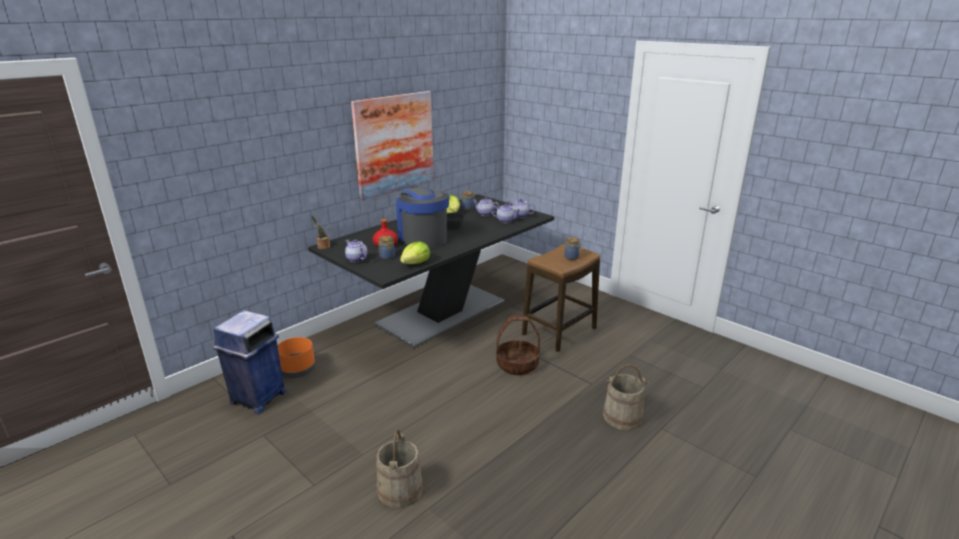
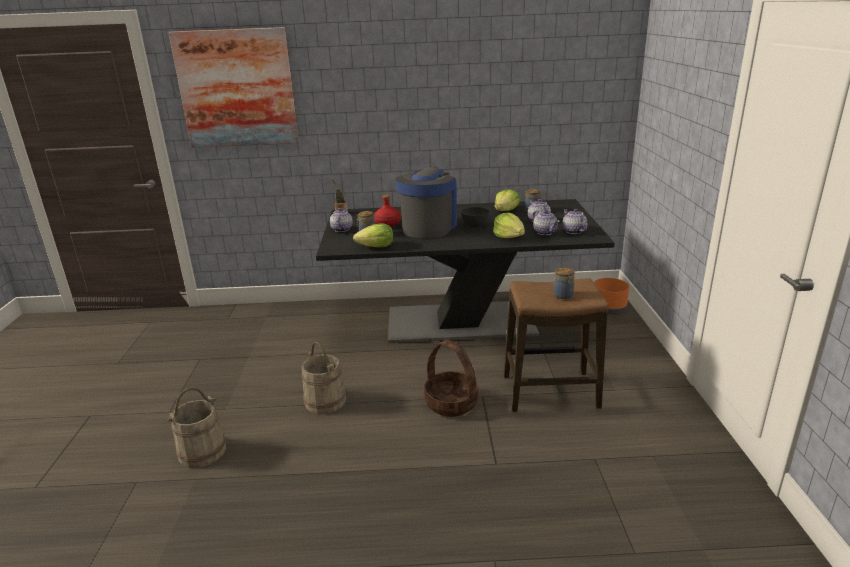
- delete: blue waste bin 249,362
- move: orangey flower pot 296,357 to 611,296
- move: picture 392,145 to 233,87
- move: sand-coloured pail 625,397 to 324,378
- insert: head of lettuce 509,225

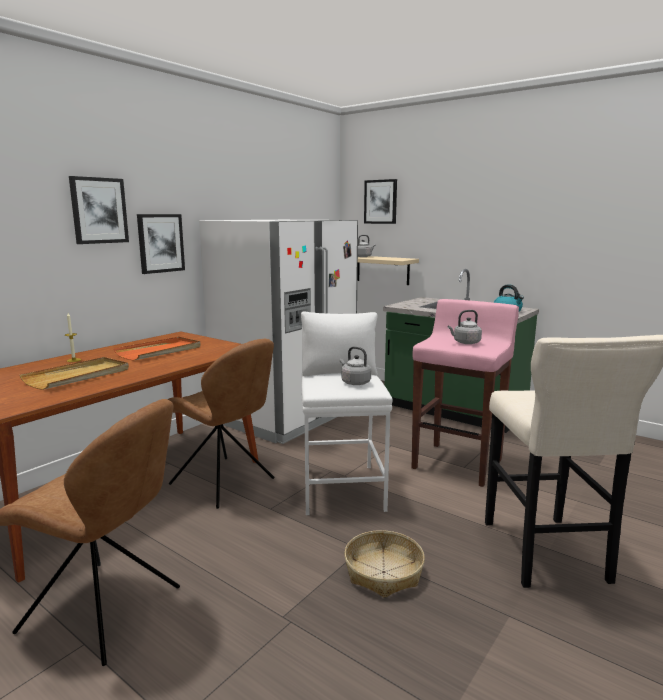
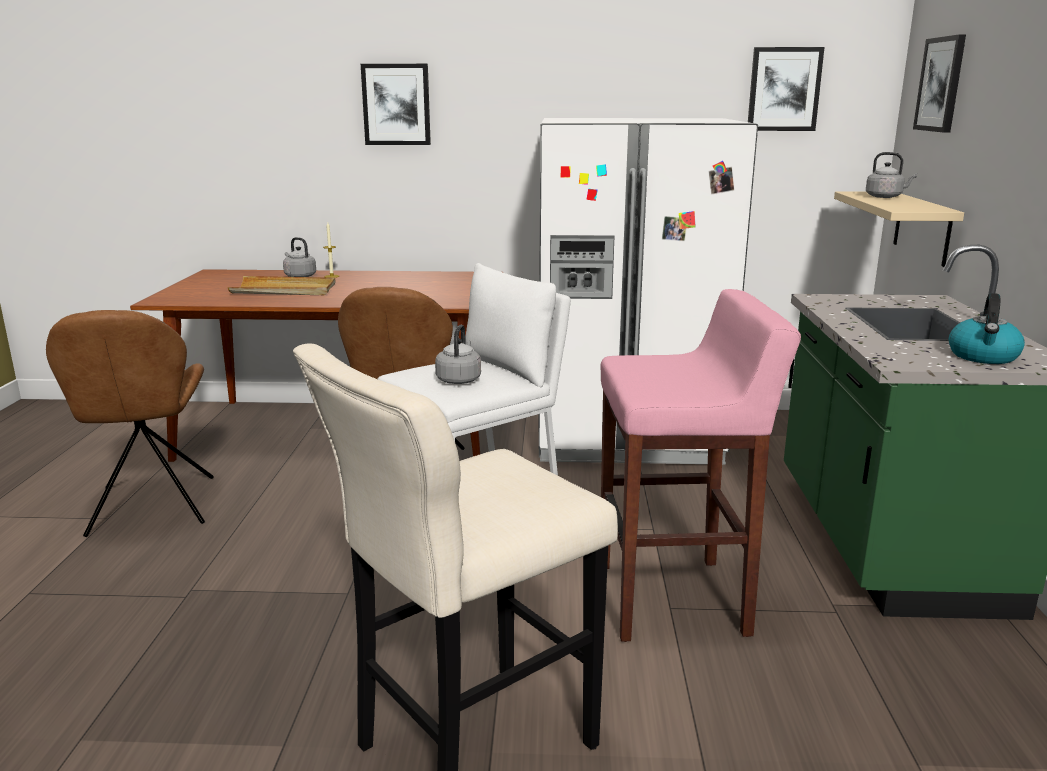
- delete: orangey serving tray 157,349
- move: picture 161,244 to 786,89
- delete: basket 384,564
- move: grey tea kettle 465,327 to 299,257

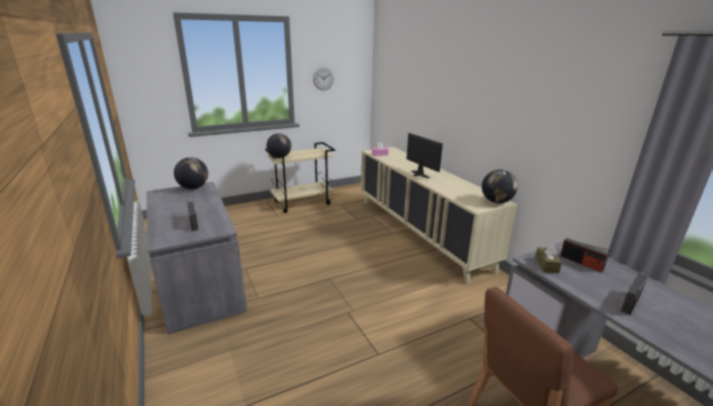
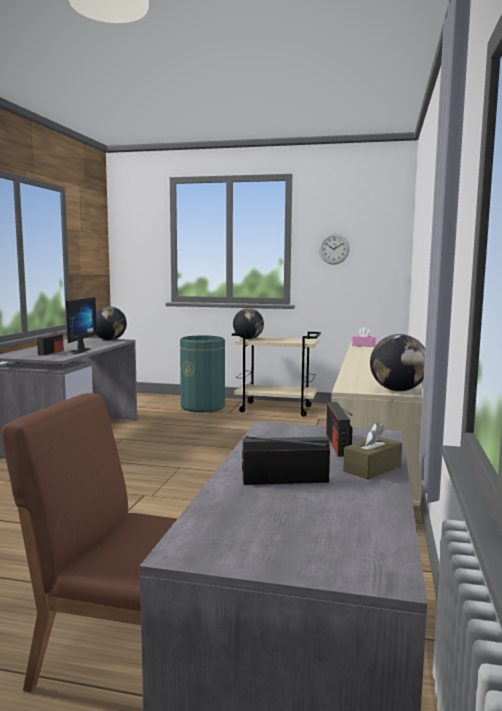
- move: computer display 425,156 to 81,325
- move: brown-coloured box of tissues 548,258 to 372,450
- insert: green-coloured waste bin 202,374

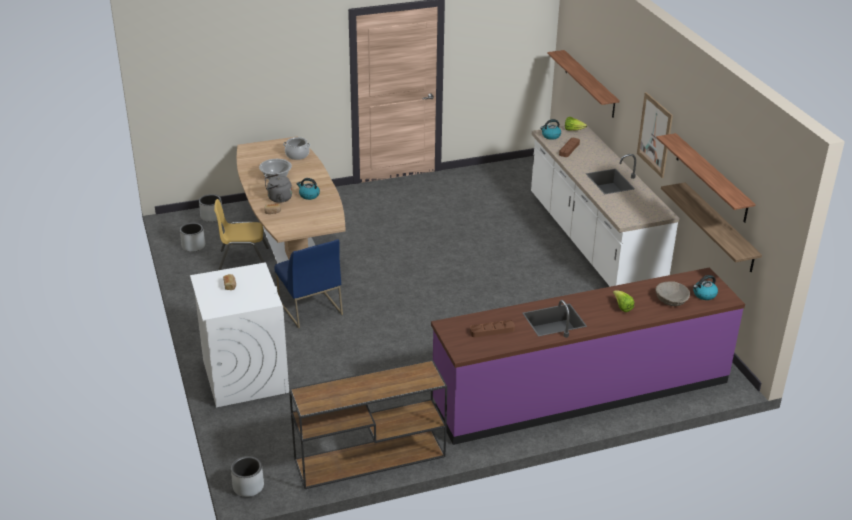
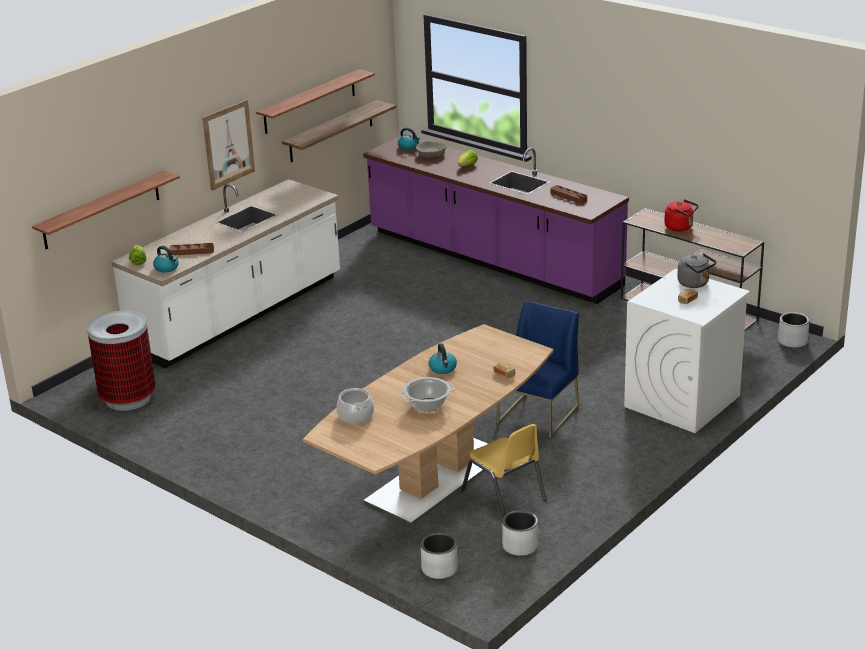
- move: grey tea kettle 278,188 to 696,270
- insert: waste bin 121,361
- insert: red-coloured tea kettle 681,215

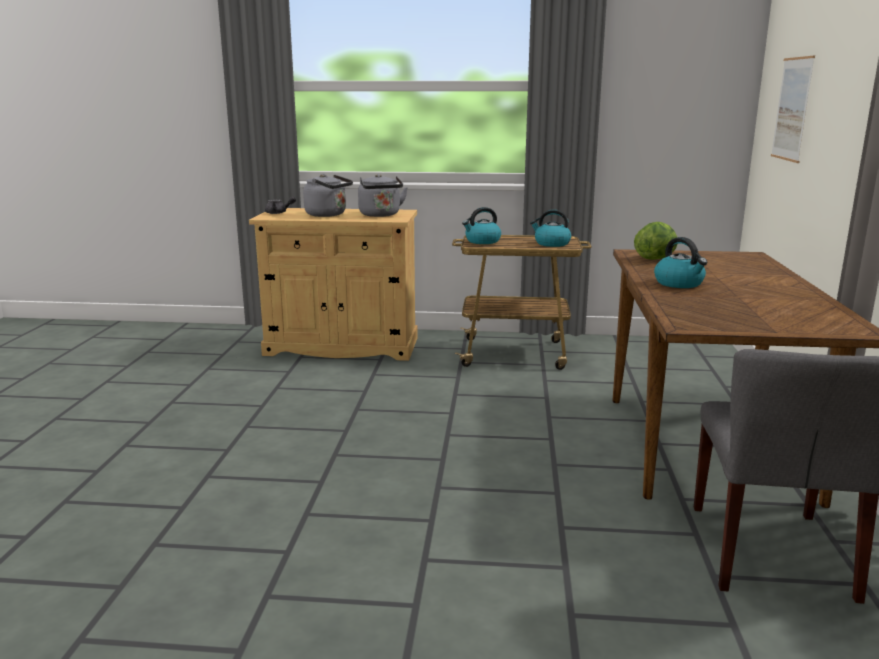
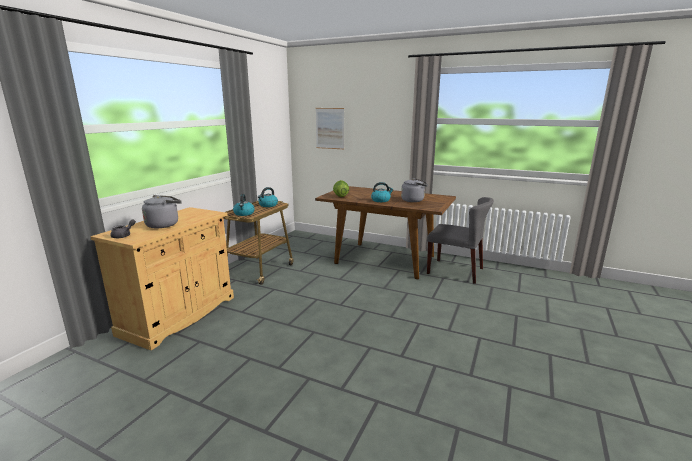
- move: grey tea kettle 383,195 to 414,190

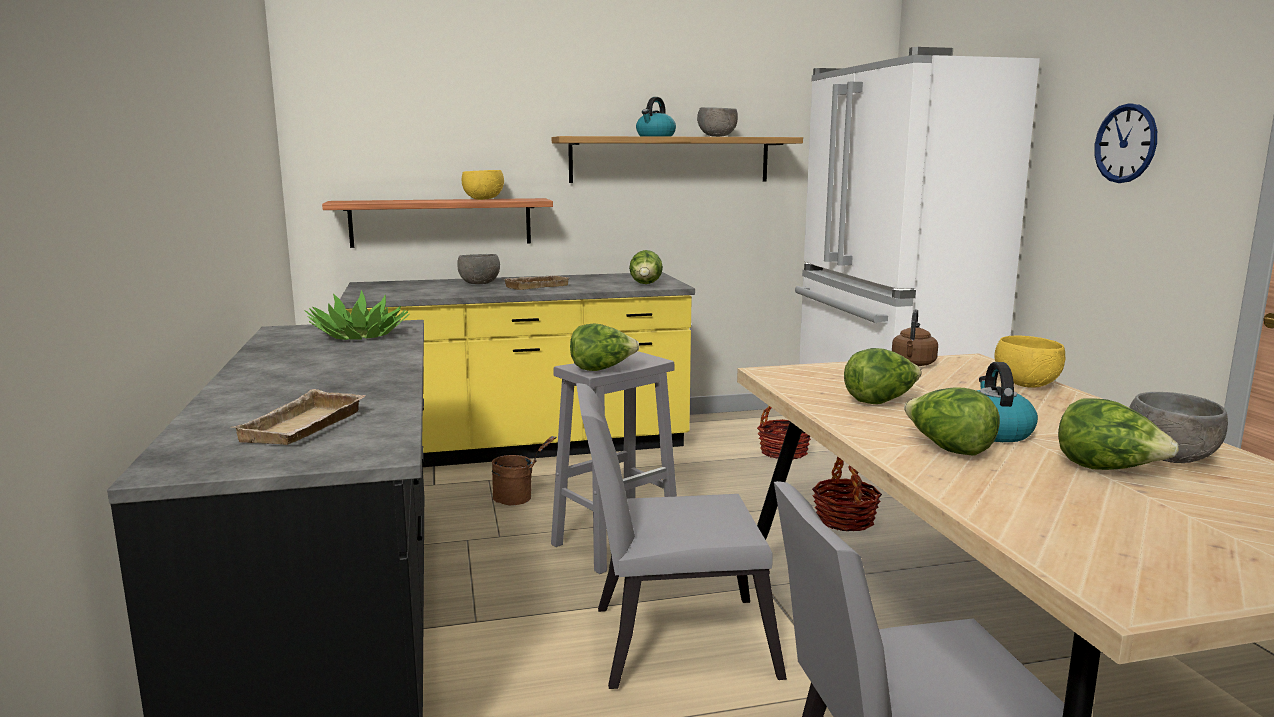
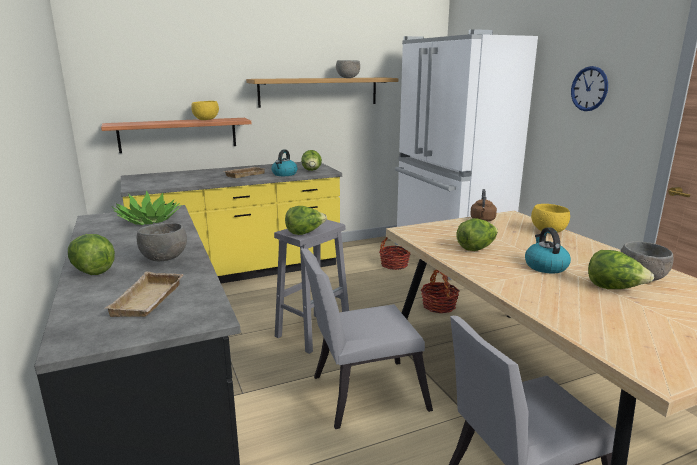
- move: grey deep dish 478,269 to 162,242
- delete: brown-coloured pail 524,471
- move: tea kettle 656,117 to 284,163
- move: head of lettuce 952,421 to 91,254

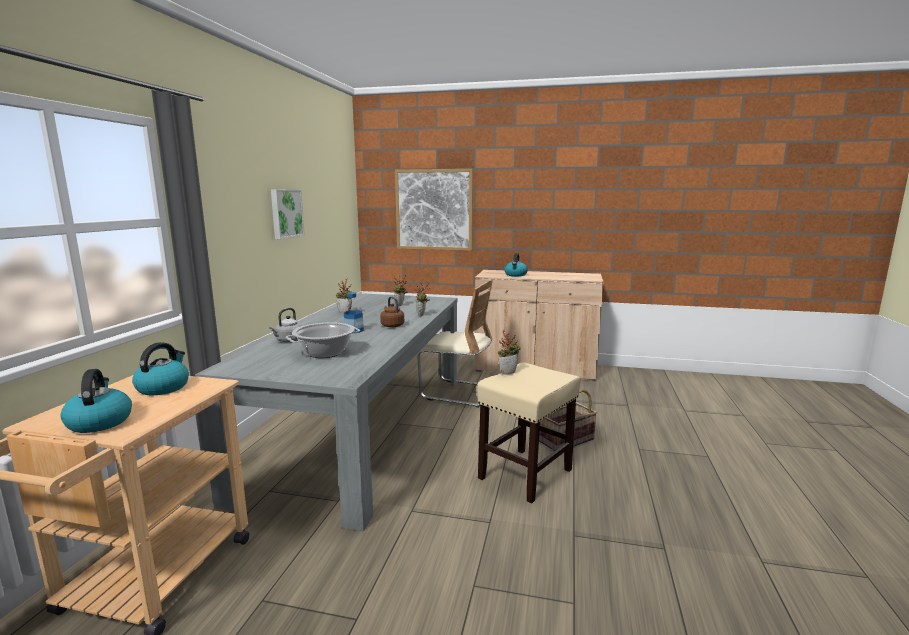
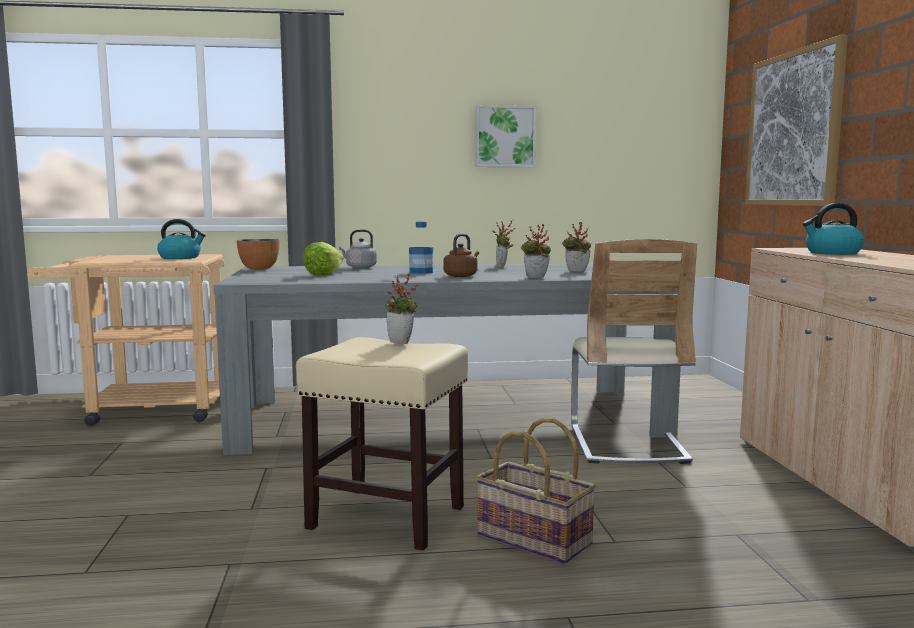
- delete: tea kettle 96,401
- replace: cooking pot 323,340 to head of lettuce 323,258
- insert: deep dish 258,254

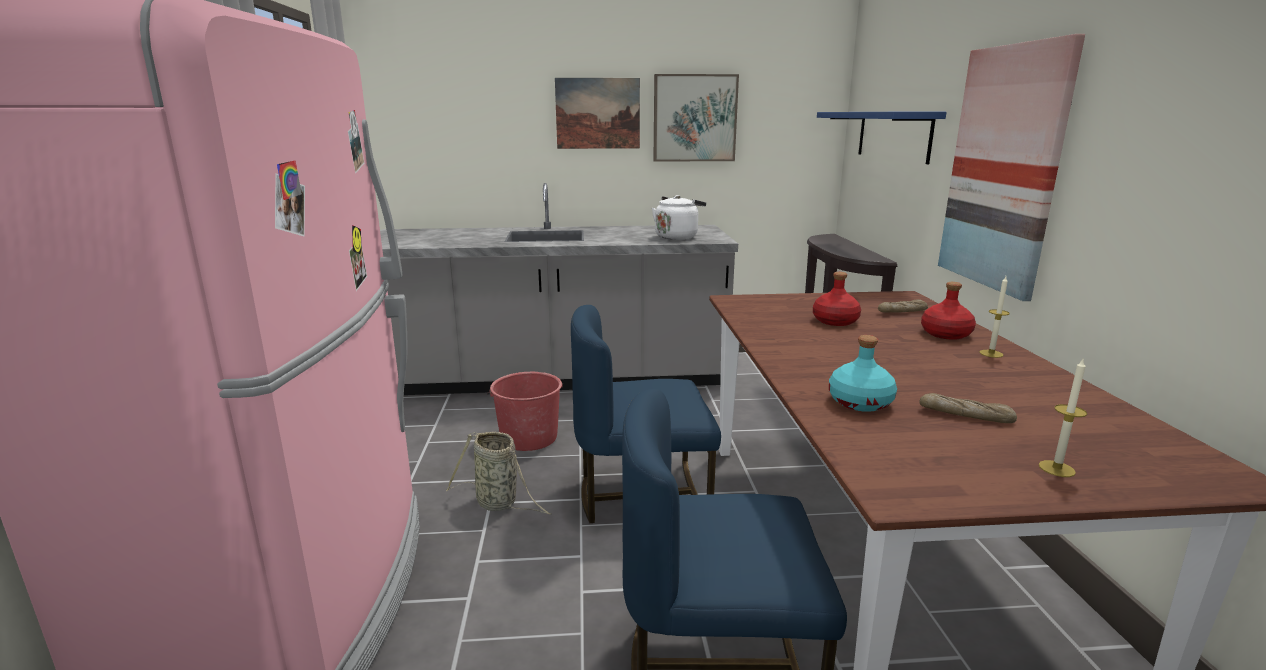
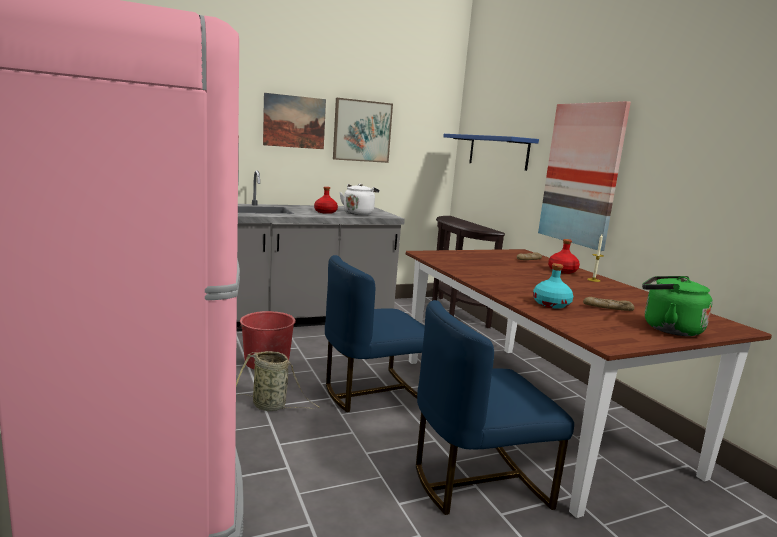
- move: red-coloured drink bottle 837,299 to 326,200
- replace: wax light 1063,418 to green-coloured tea kettle 677,306

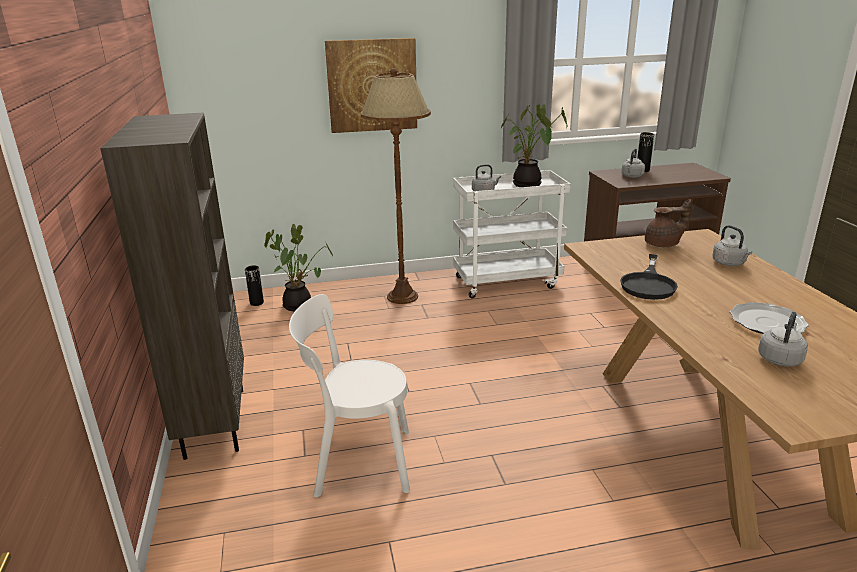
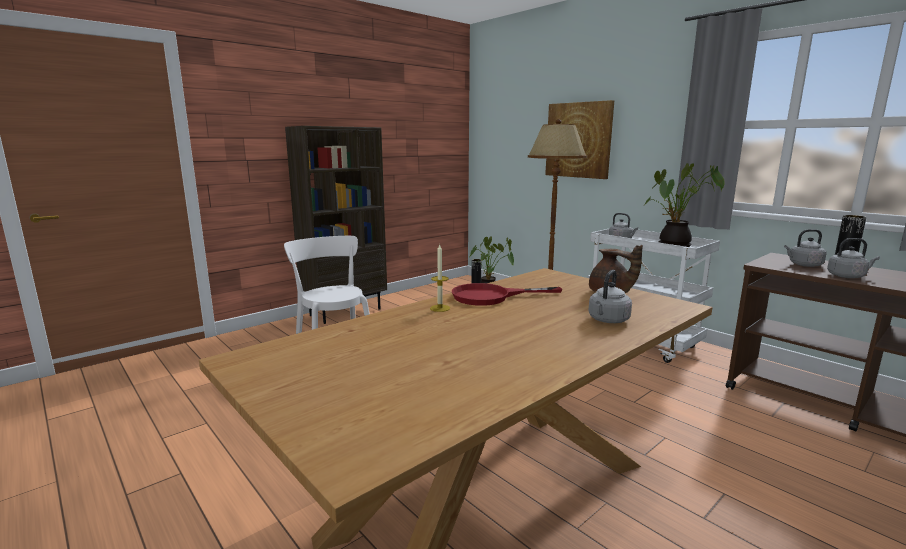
- recolor: black frying pan 649,277 to red-coloured frying pan 507,294
- delete: plate 769,318
- move: grey tea kettle 783,339 to 853,258
- insert: wax light 440,278

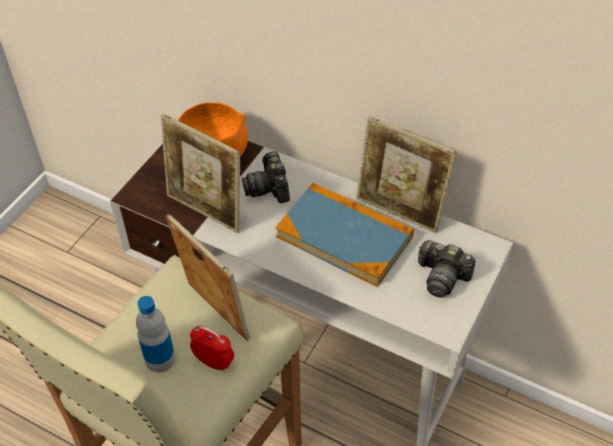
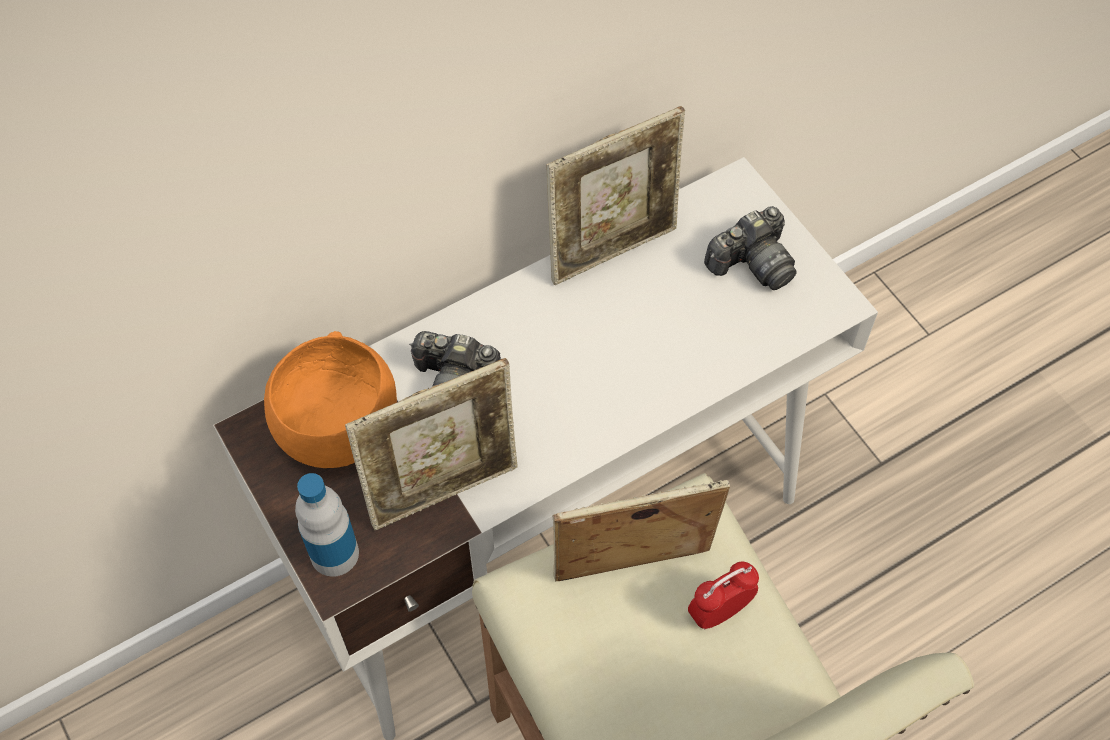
- move: drink bottle 155,334 to 327,525
- delete: bound book 344,235

